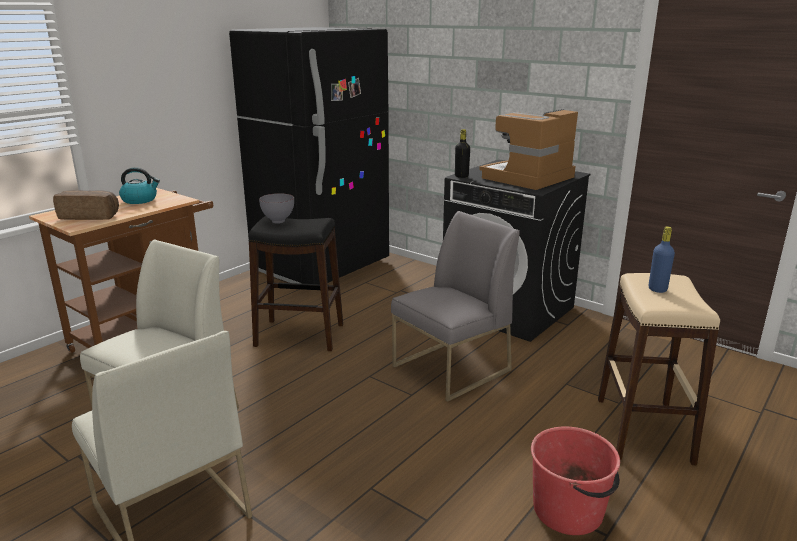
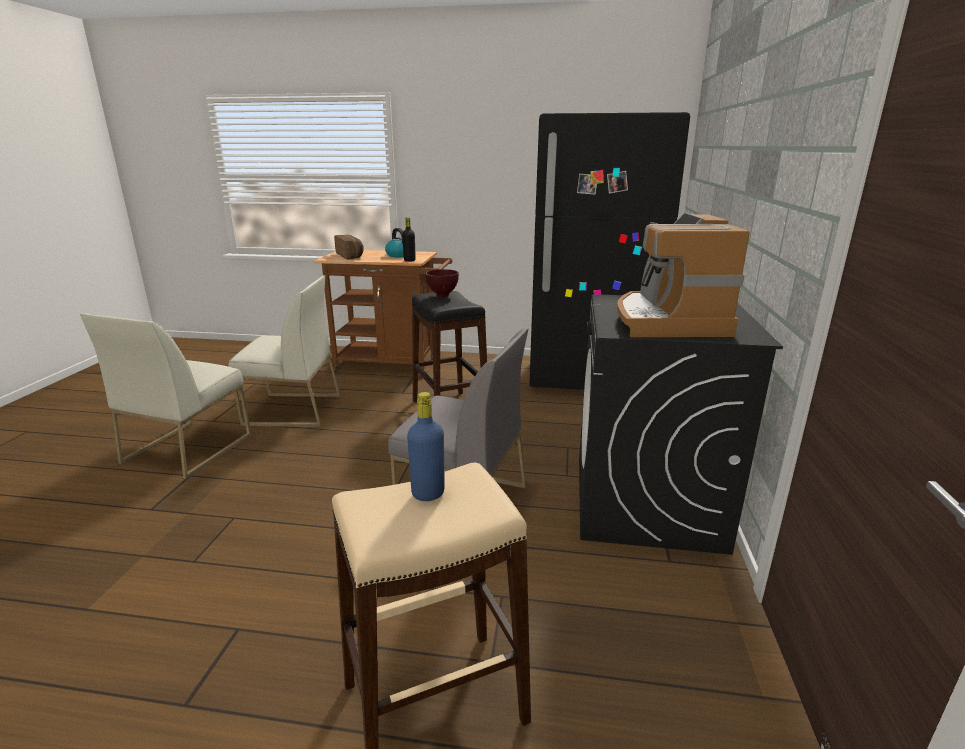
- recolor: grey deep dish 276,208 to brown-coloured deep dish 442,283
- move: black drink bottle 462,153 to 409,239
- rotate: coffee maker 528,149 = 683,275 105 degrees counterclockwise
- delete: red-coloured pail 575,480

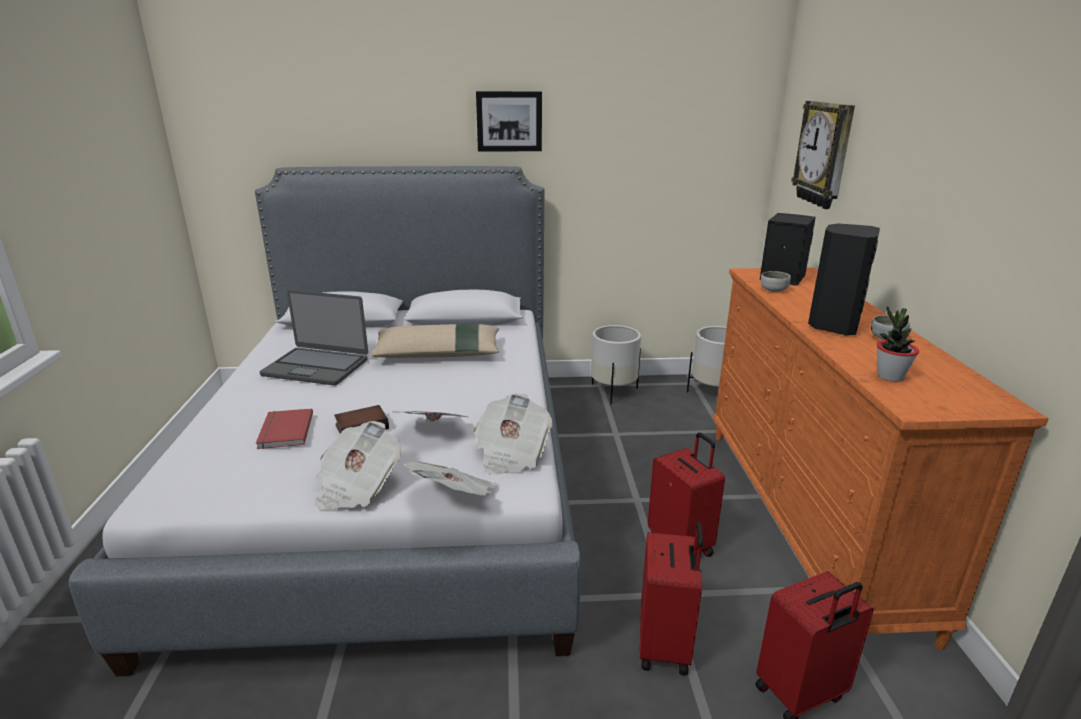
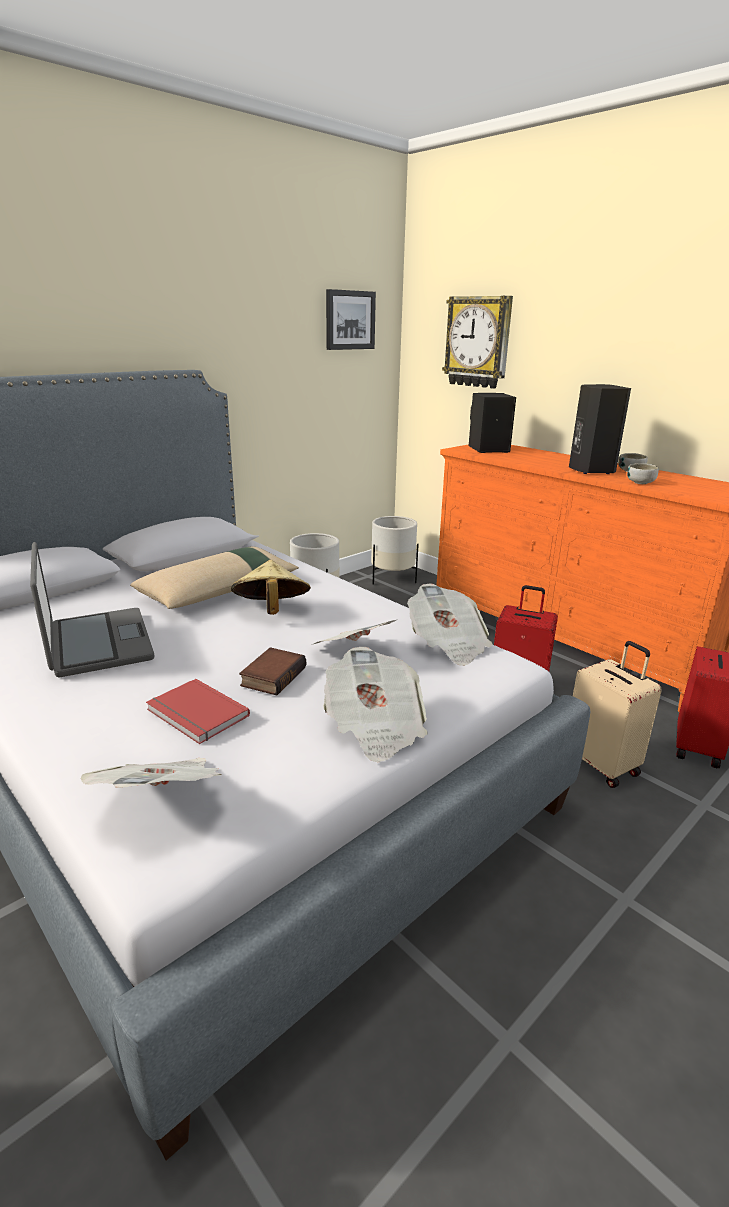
- rotate: laptop 314,338 = 92,609 90 degrees counterclockwise
- move: printed paper 452,478 to 151,773
- move: picture 509,121 to 351,319
- recolor: red-coloured suitcase 671,598 to sand-coloured suitcase 617,714
- move: deep dish 776,281 to 643,473
- delete: houseplant 898,344
- insert: sand-coloured wearable hat 271,587

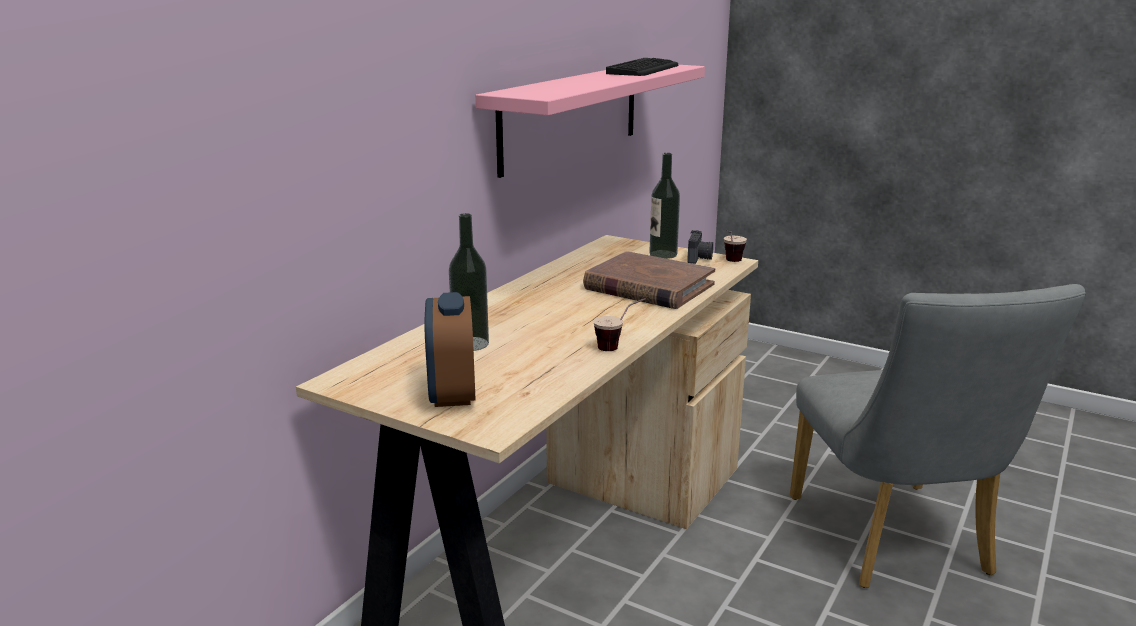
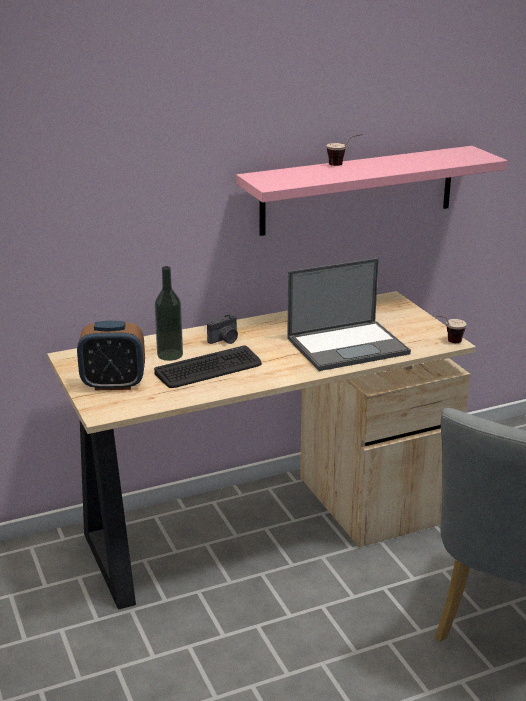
- rotate: alarm clock 449,349 = 111,355 120 degrees counterclockwise
- replace: brown-coloured bound book 649,280 to laptop 349,314
- move: drinking cup 619,324 to 344,150
- move: computer keyboard 642,67 to 208,367
- delete: drink bottle 664,206
- move: photo camera 700,247 to 222,329

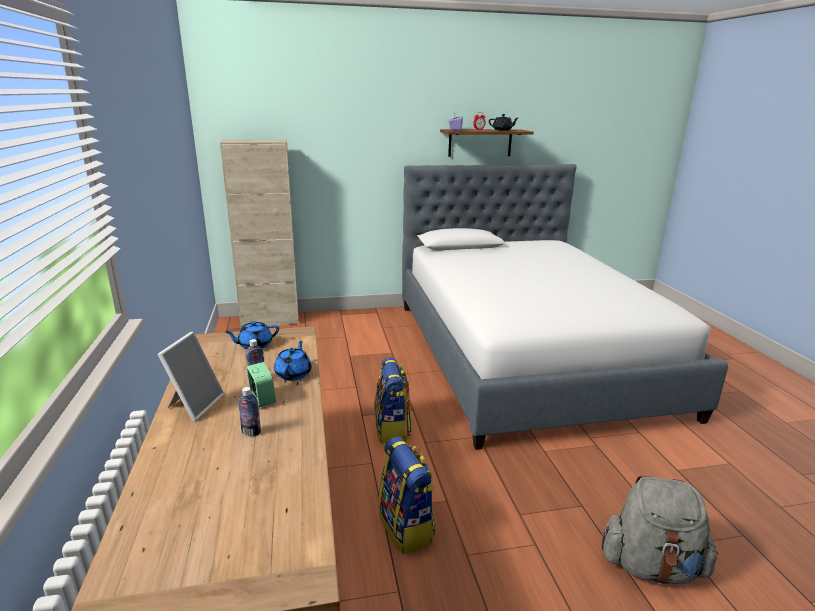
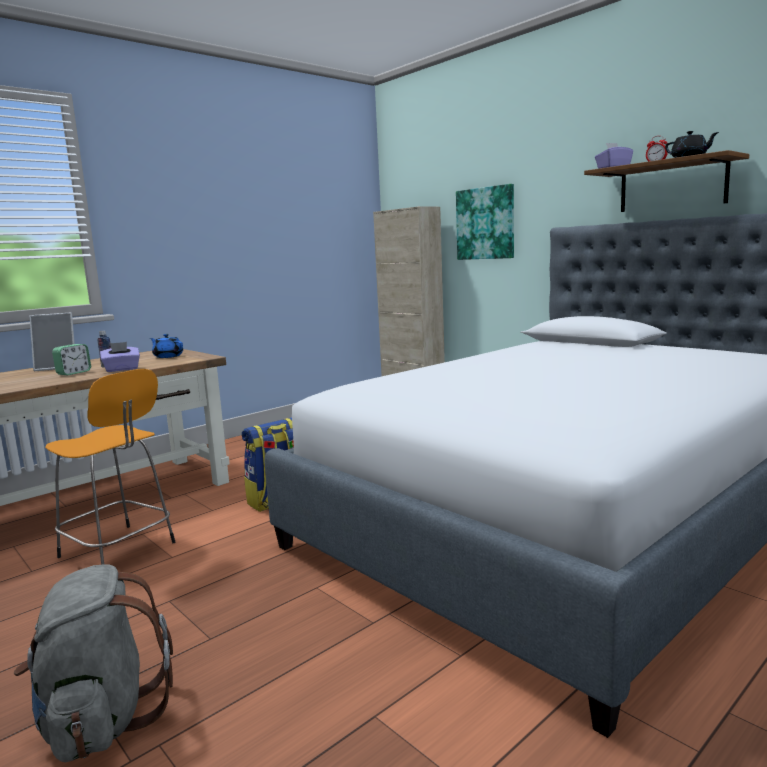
- delete: drink bottle 249,411
- replace: blue tea pot 293,361 to purplish box of tissues 120,357
- replace: rucksack 407,495 to orangey stool 110,467
- insert: picture 485,222

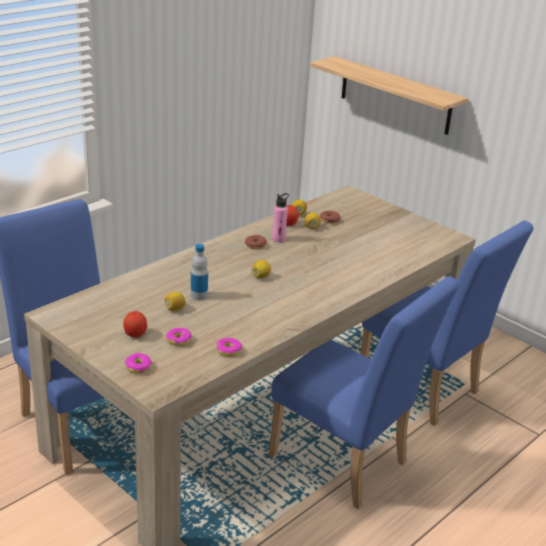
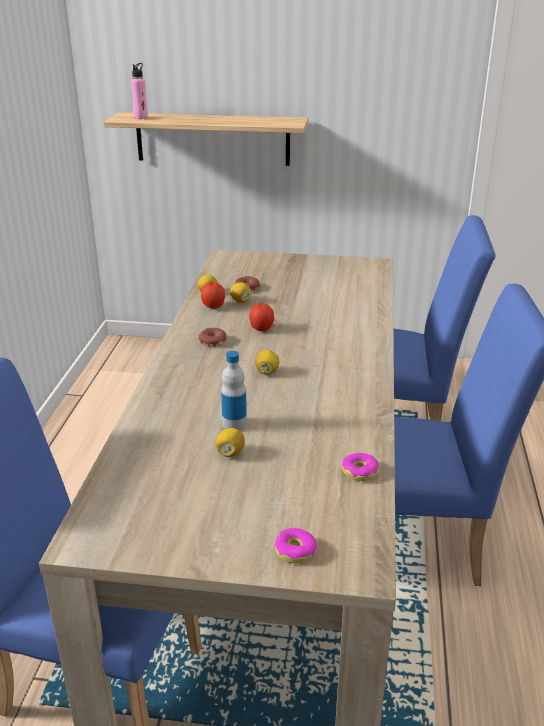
- move: apple 135,324 to 261,317
- delete: ring doughnut 179,337
- move: pink drink bottle 280,218 to 139,91

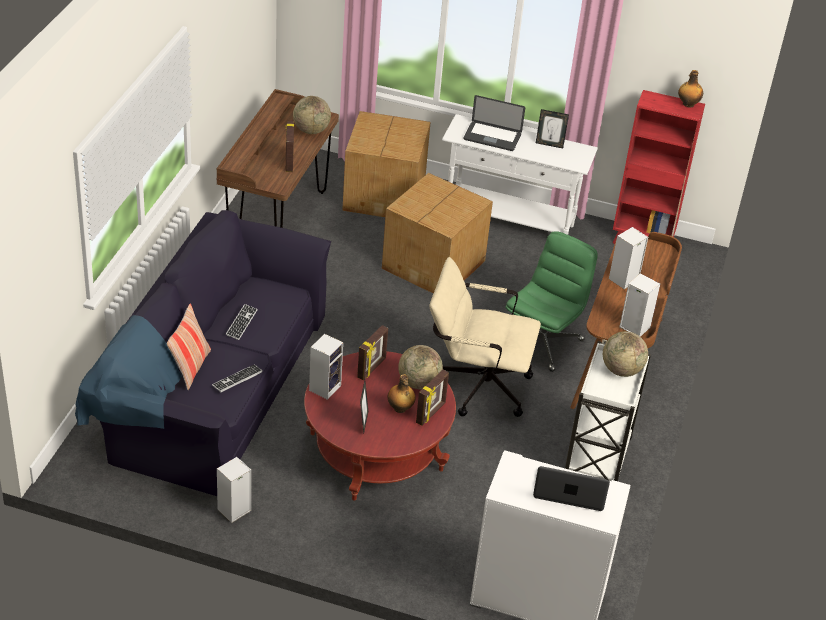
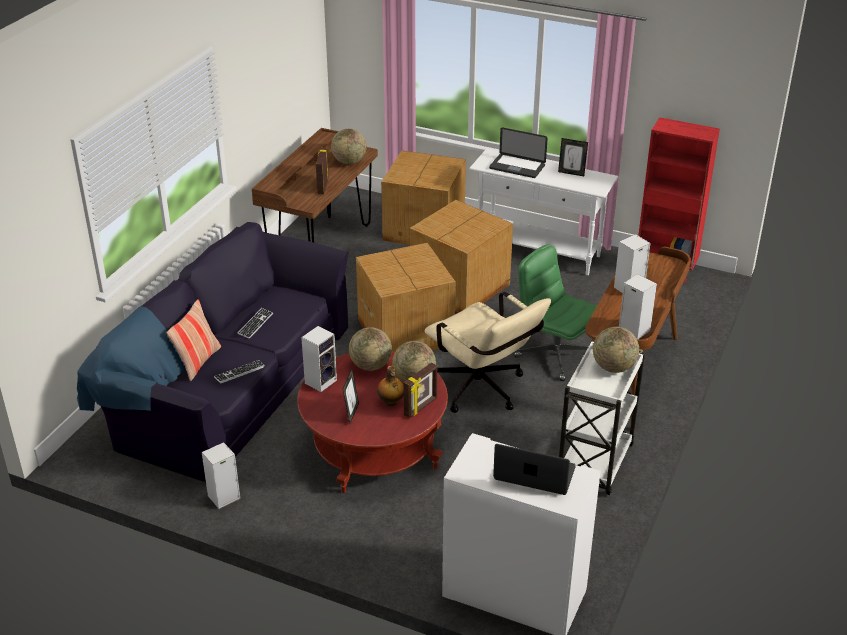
- replace: picture frame 372,352 to globe 370,349
- rotate: sand-coloured desk chair 485,337 = 488,352 150 degrees counterclockwise
- rotate: green-coloured desk chair 551,301 = 555,312 90 degrees counterclockwise
- delete: drink bottle 690,89
- insert: packing box 406,297

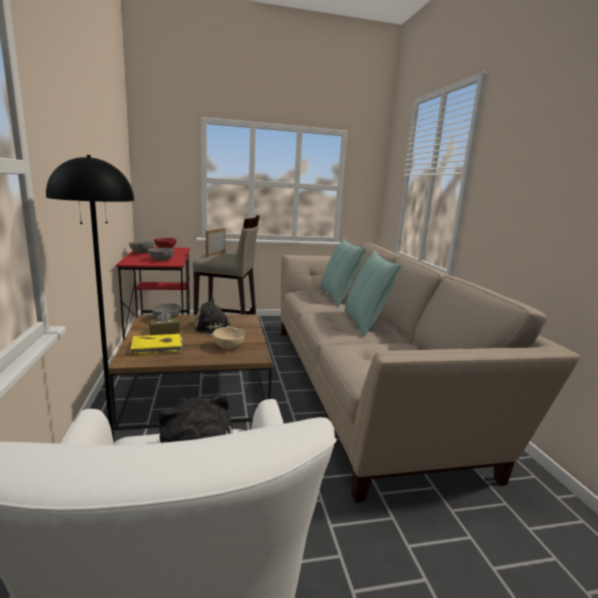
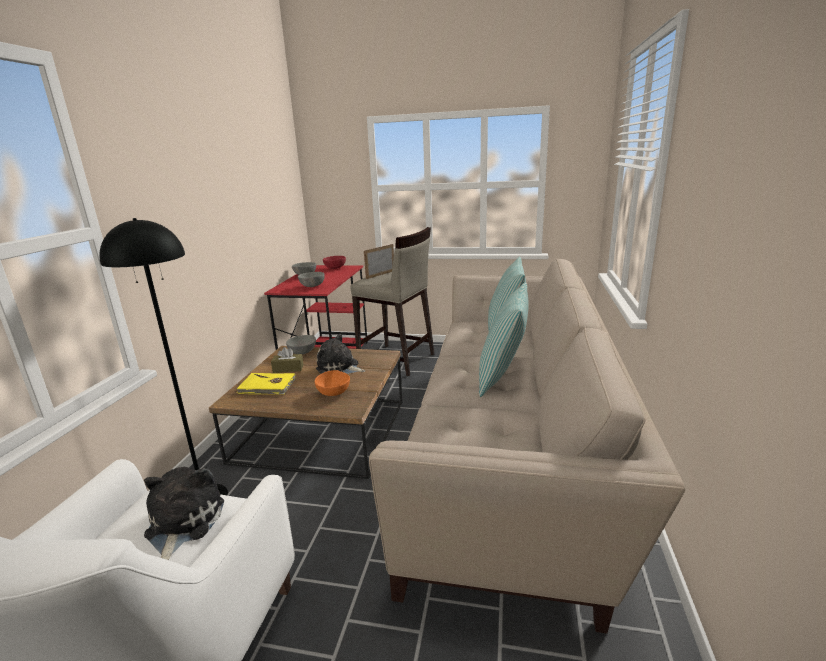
- recolor: sand-coloured deep dish 228,338 to orangey deep dish 332,383

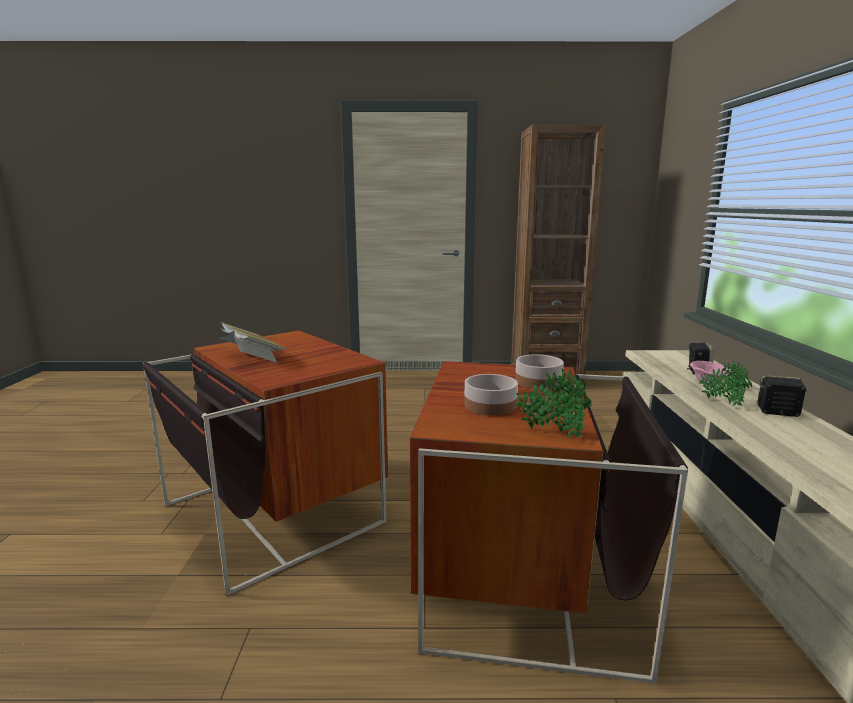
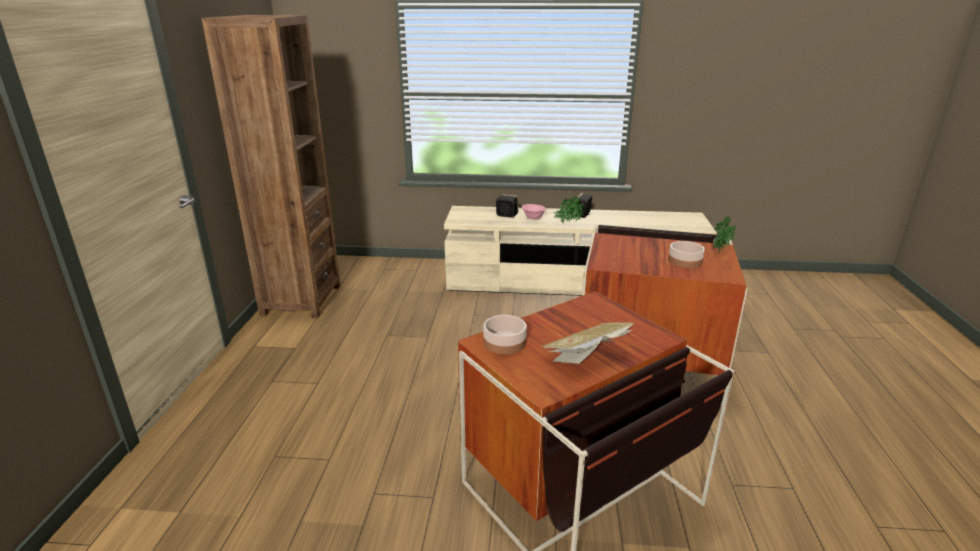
- move: deep dish 539,372 to 505,334

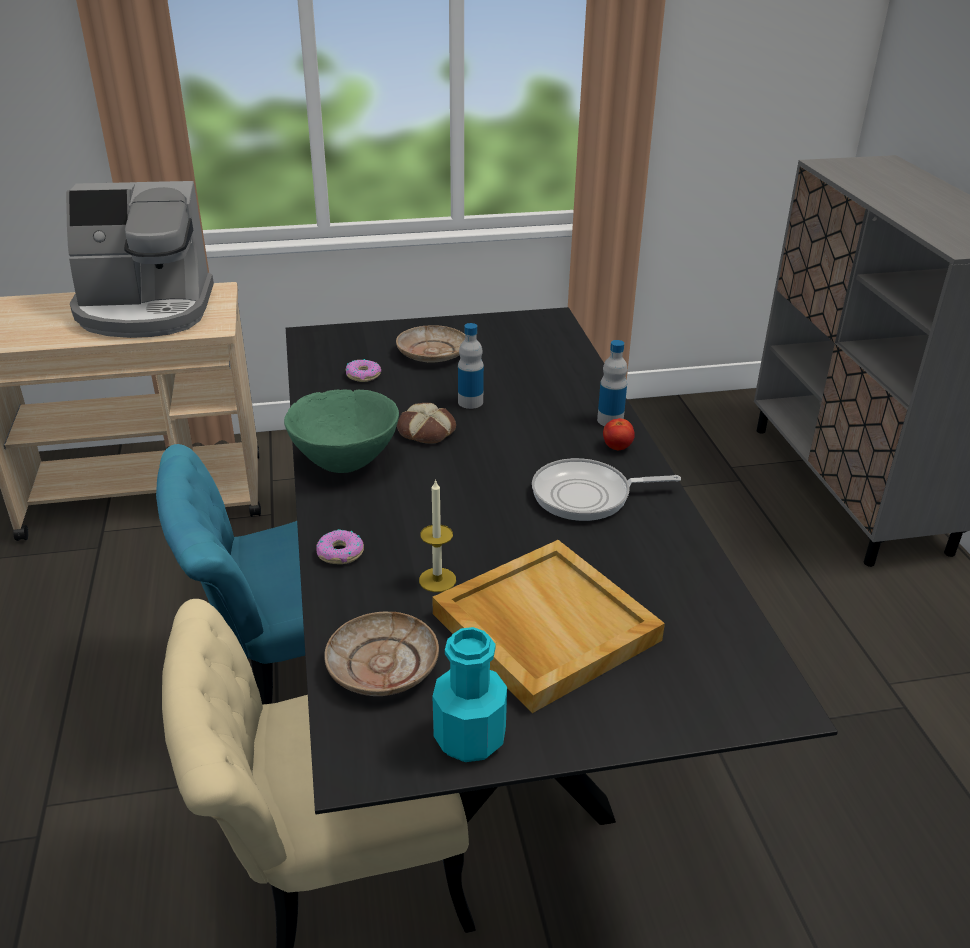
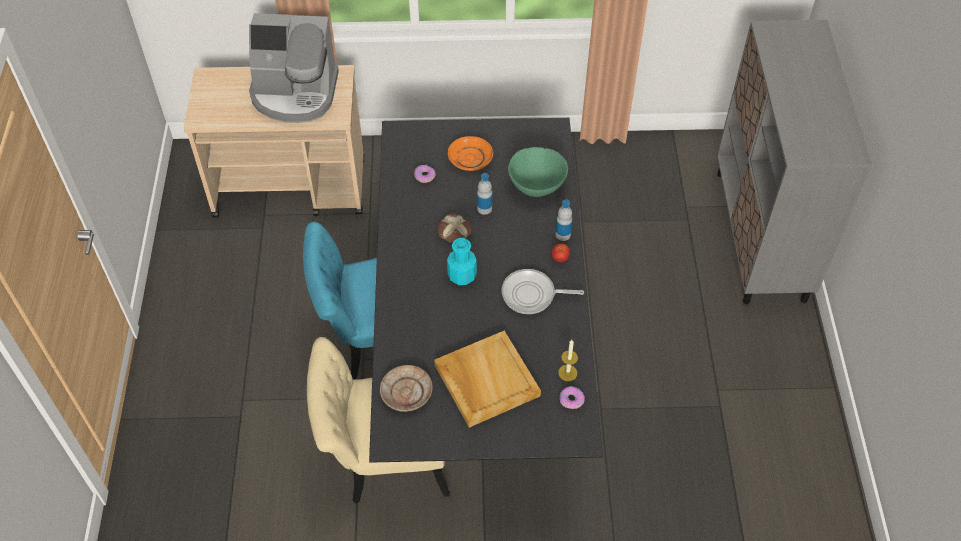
- move: green-coloured deep dish 341,431 to 538,172
- move: ring doughnut 340,547 to 572,397
- recolor: sand-coloured plate 430,343 to orangey plate 470,153
- move: wax light 437,535 to 568,360
- move: blue-green drink bottle 470,694 to 462,261

